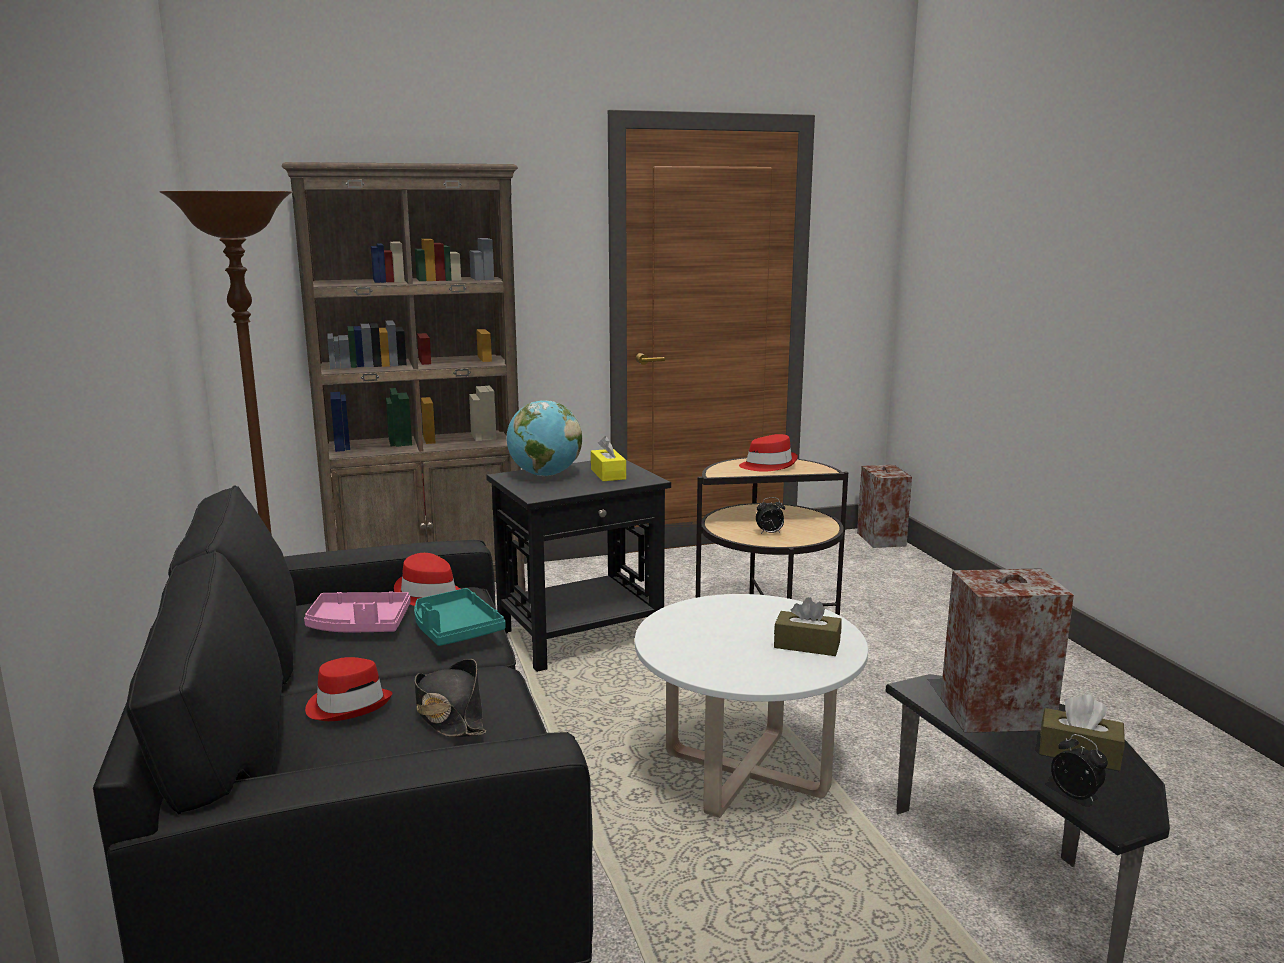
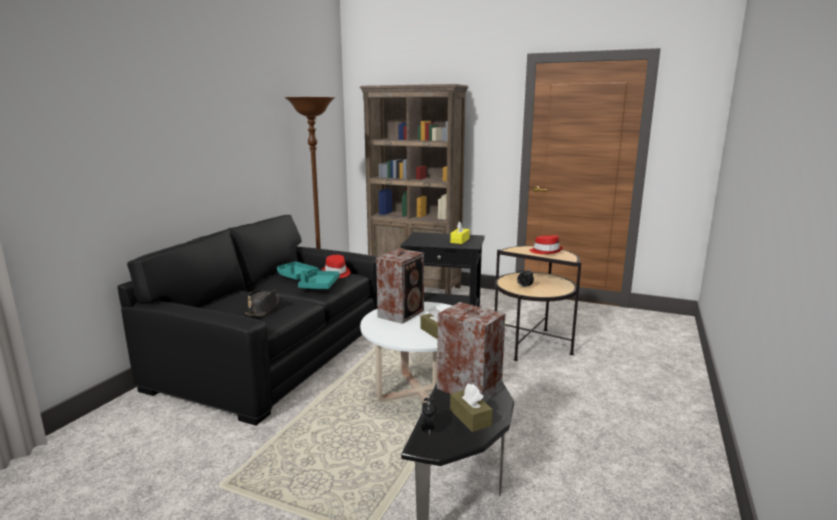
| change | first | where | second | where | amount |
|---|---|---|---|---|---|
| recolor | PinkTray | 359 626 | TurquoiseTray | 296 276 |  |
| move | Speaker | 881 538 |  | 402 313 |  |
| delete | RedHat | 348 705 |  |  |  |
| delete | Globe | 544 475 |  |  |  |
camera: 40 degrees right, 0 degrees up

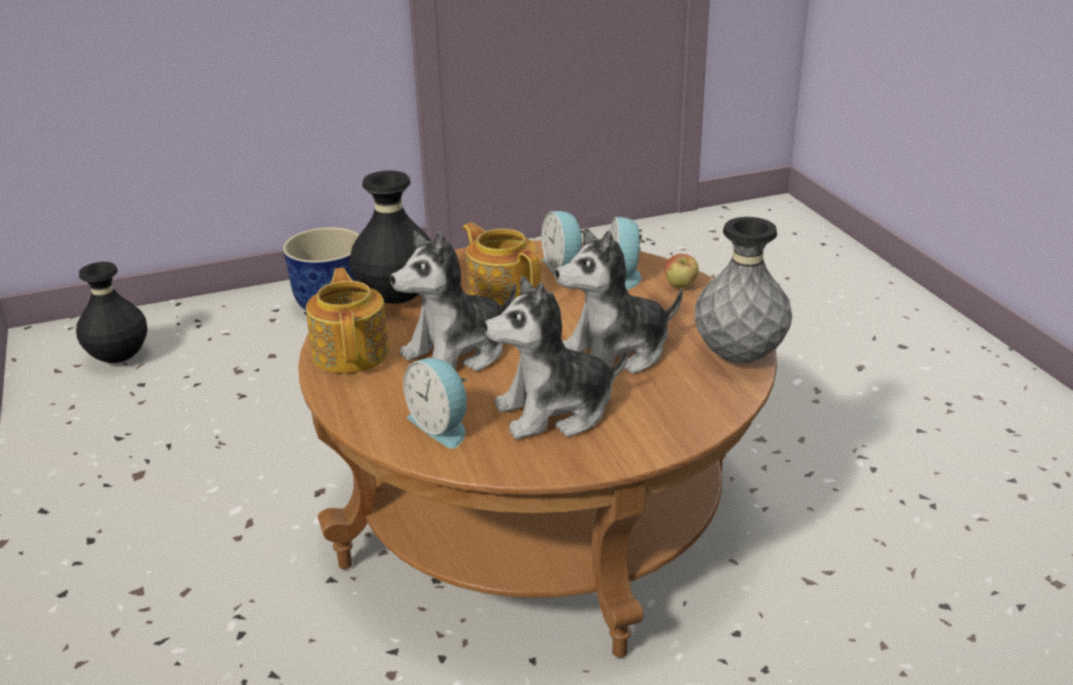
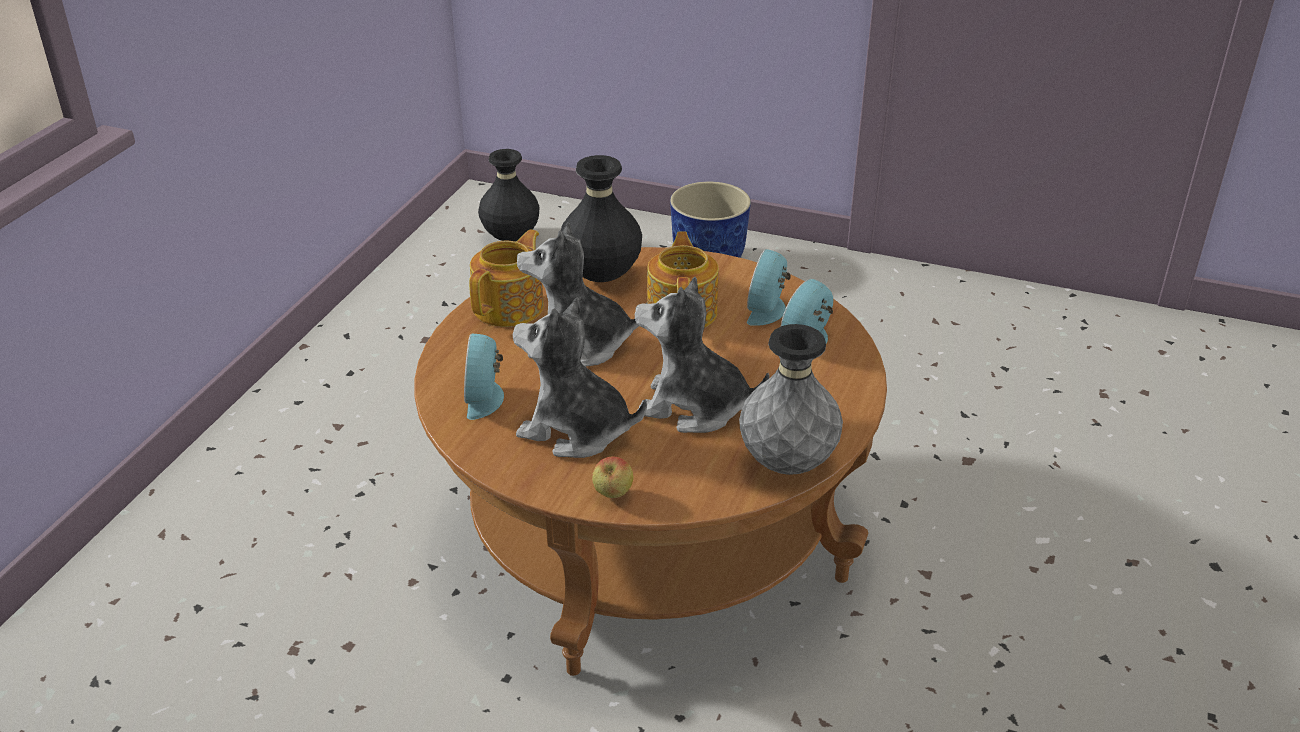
| change | first | where | second | where | amount |
|---|---|---|---|---|---|
| move | Apple | 680 287 |  | 613 495 |  |
camera: 40 degrees right, 5 degrees up

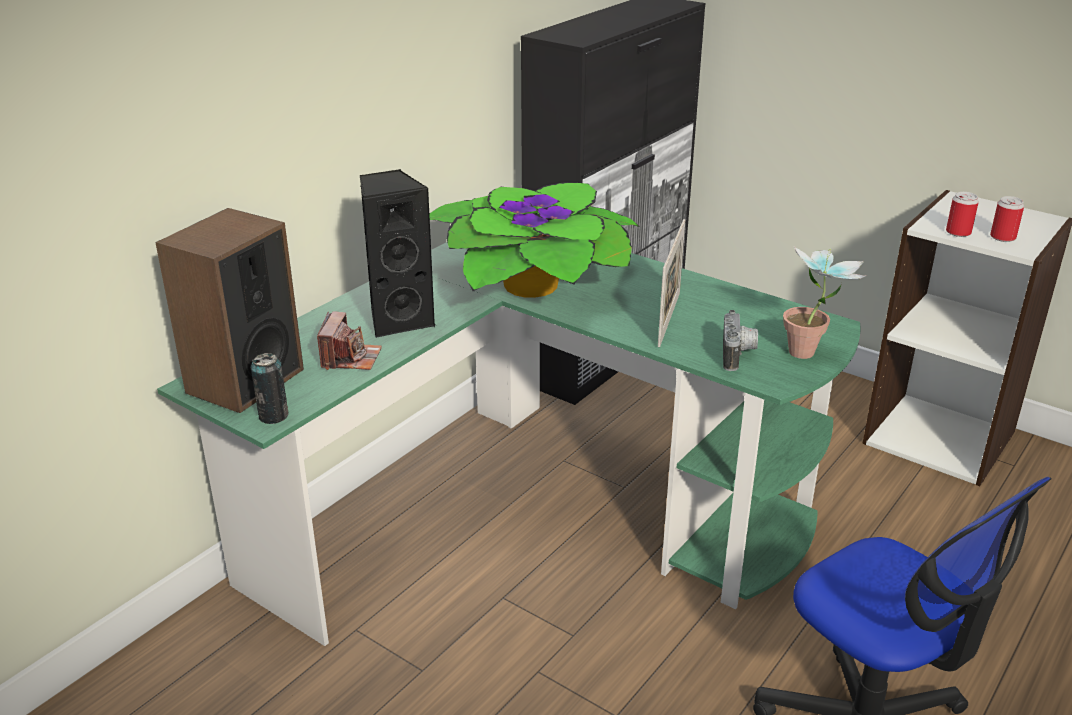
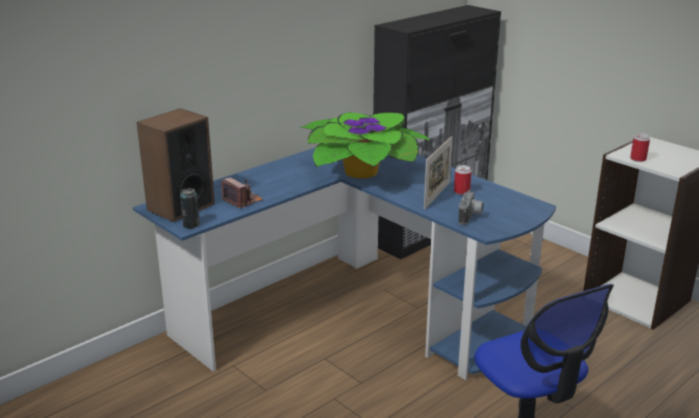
| change | first | where | second | where | amount |
|---|---|---|---|---|---|
| recolor | GreenDesk | 531 510 | BlueDesk | 355 314 |  |
| rotate | PhotoCamera | 350 358 |  | 242 201 | 60 degrees counterclockwise |
| move | Can | 1002 237 |  | 461 192 |  |
| delete | BlackSpeaker | 399 320 |  |  |  |
| delete | PottedPlant | 811 354 |  |  |  |
camera: 10 degrees right, 5 degrees down

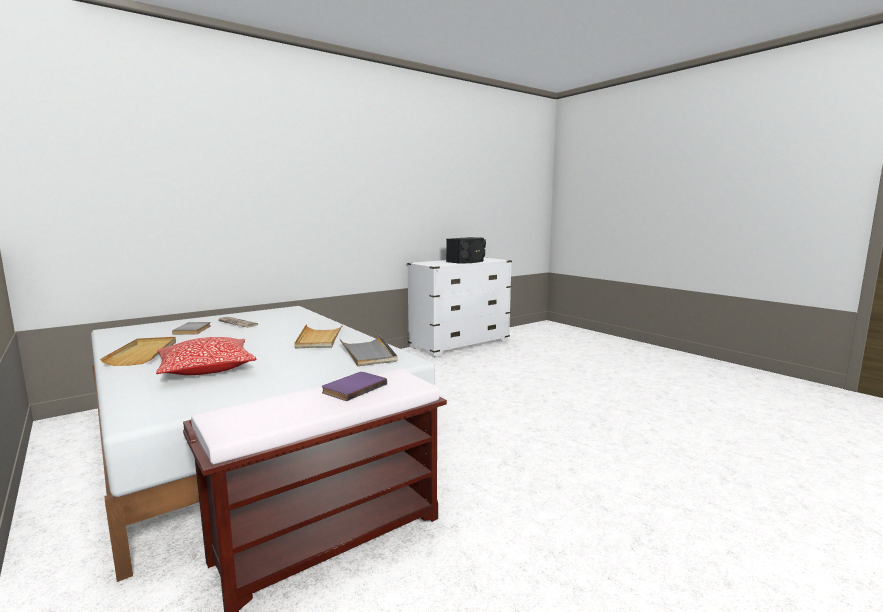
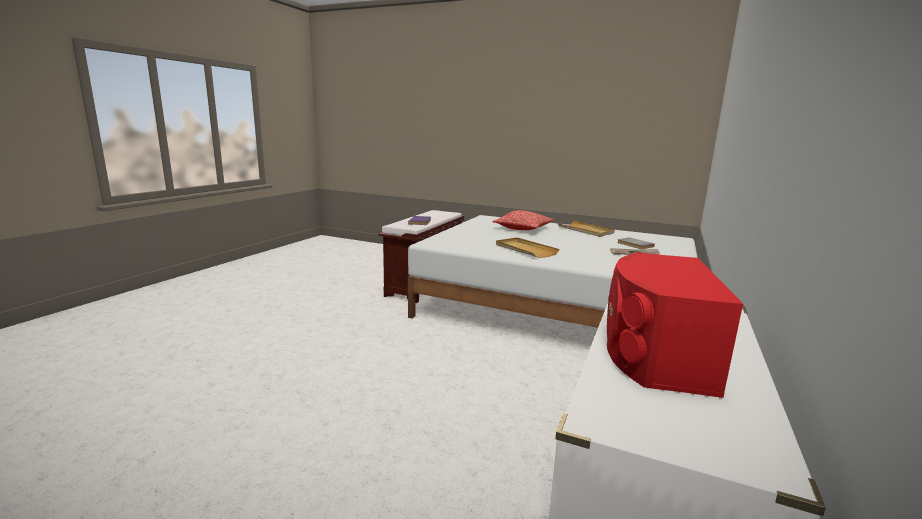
| change | first | where | second | where | amount |
|---|---|---|---|---|---|
| recolor | BlackSpeaker | 467 261 | RedSpeaker | 654 354 |  |
| delete | GreyTray | 368 353 |  |  |  |
camera: 150 degrees right, 5 degrees up

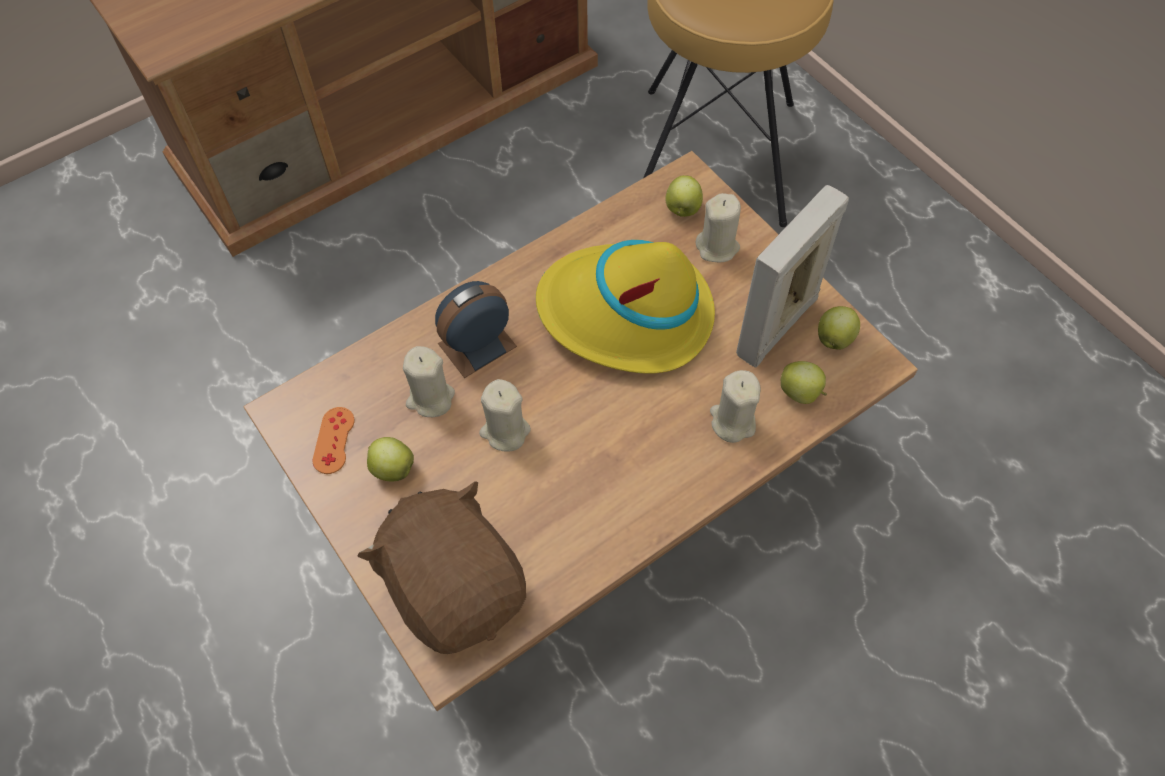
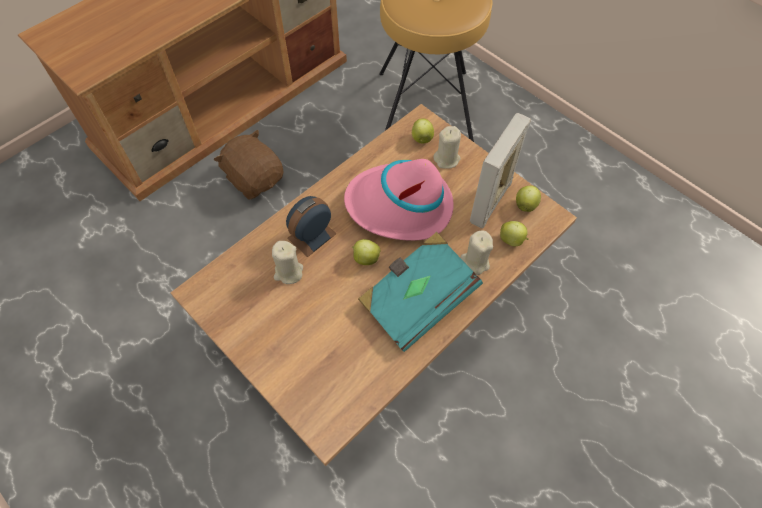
| change | first | where | second | where | amount |
|---|---|---|---|---|---|
| move | BrownPlushToy | 455 586 |  | 255 178 |  |
| recolor | YellowHat | 626 314 | PinkHat | 399 206 |  |
| move | Apple | 392 468 |  | 365 258 |  |
| insert |  |  | TurquoiseBook | 417 300 |  |
| delete | OrangeGameController | 334 440 |  |  |  |
| delete | BeigeCandle | 505 431 |  |  |  |
camera: 10 degrees left, 0 degrees up

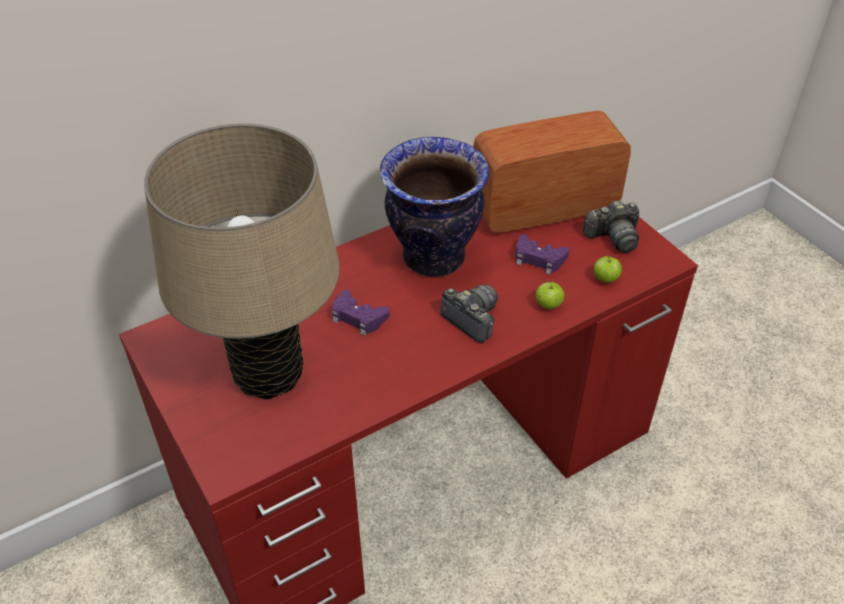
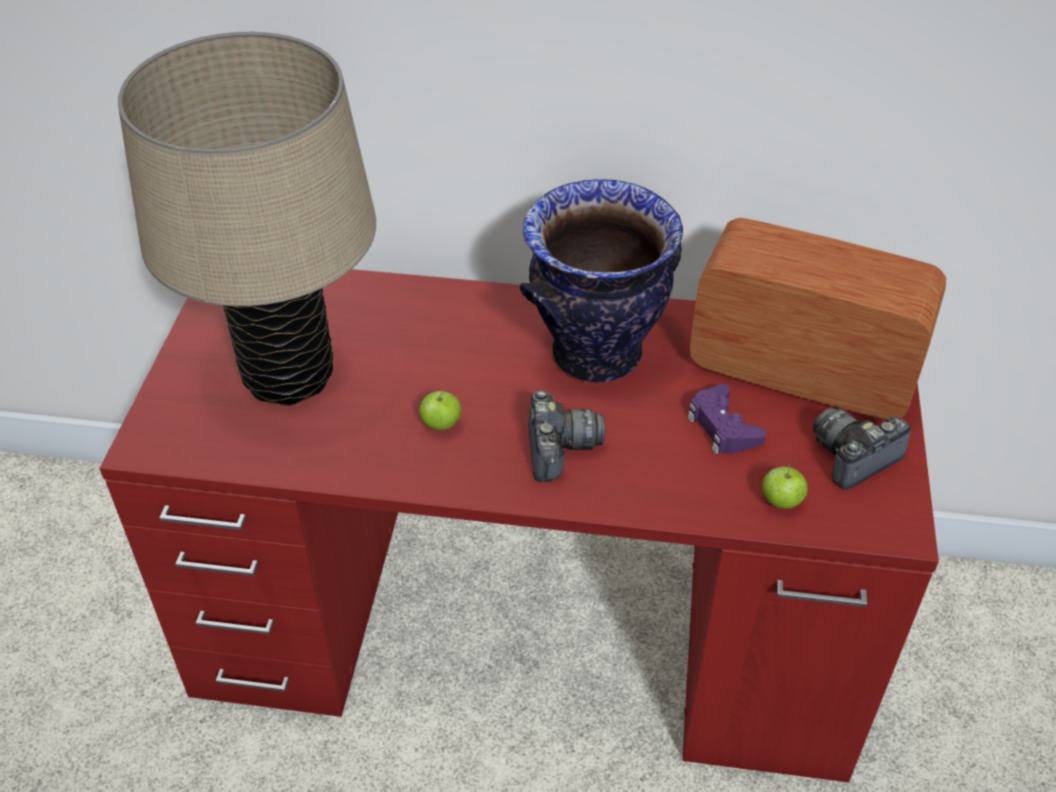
| change | first | where | second | where | amount |
|---|---|---|---|---|---|
| move | Apple | 548 305 |  | 441 424 |  |
| rotate | PhotoCamera | 613 238 |  | 854 458 | 120 degrees clockwise |
| delete | PurpleGameController | 358 317 |  |  |  |
camera: 40 degrees right, 0 degrees up

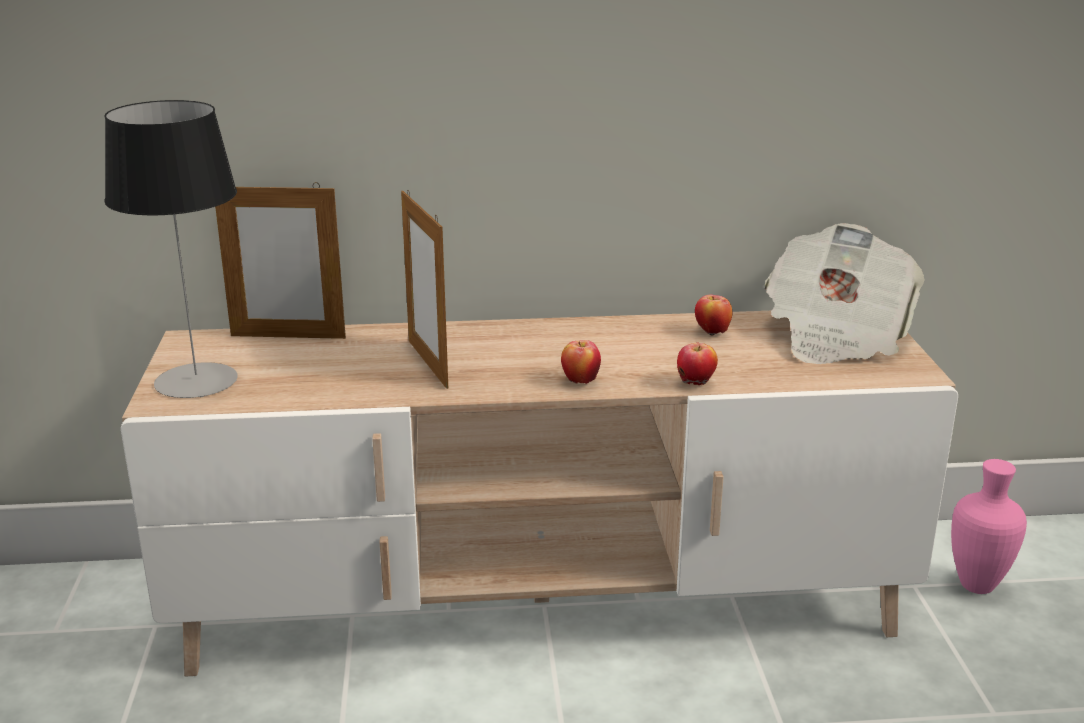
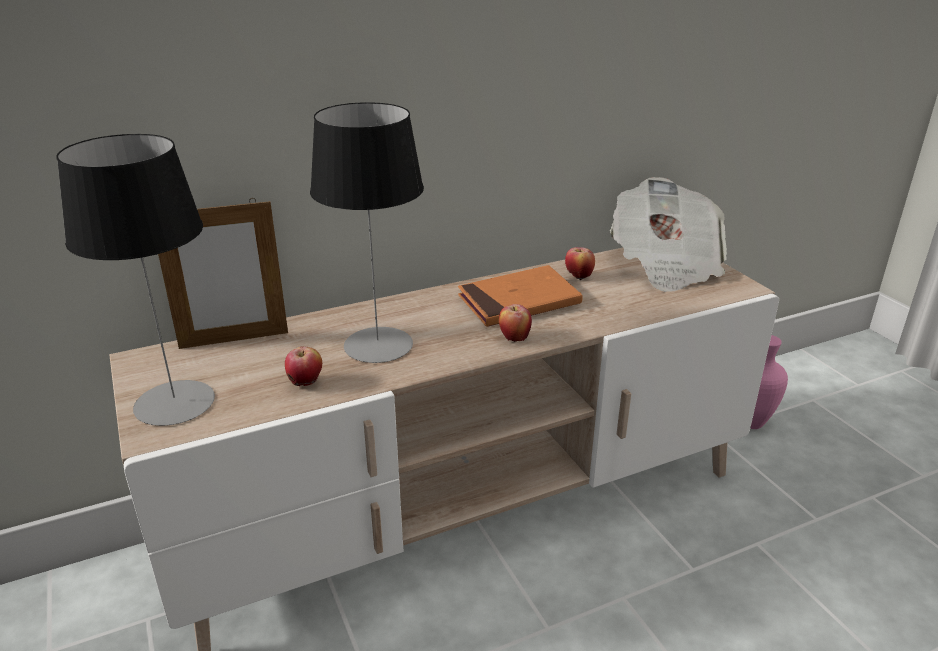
| change | first | where | second | where | amount |
|---|---|---|---|---|---|
| move | Apple | 695 384 |  | 306 384 |  |
| replace | PictureFrame | 428 363 | TableLamp | 378 345 |  |
| insert |  |  | OrangeBook | 519 301 |  |
camera: 20 degrees left, 5 degrees up

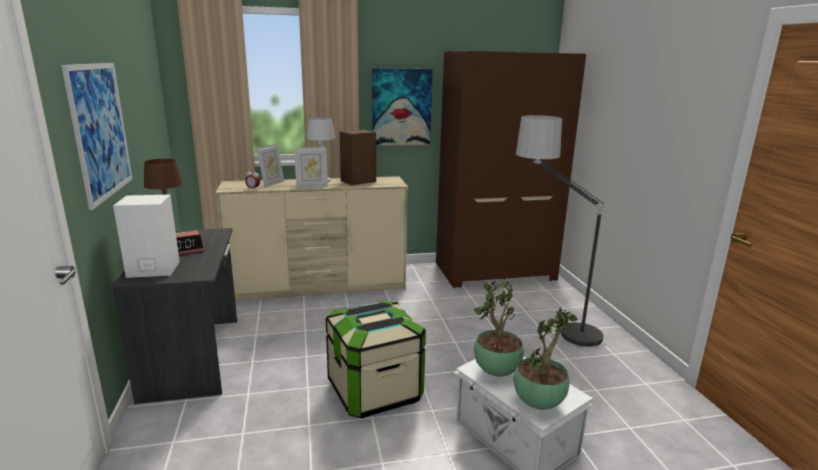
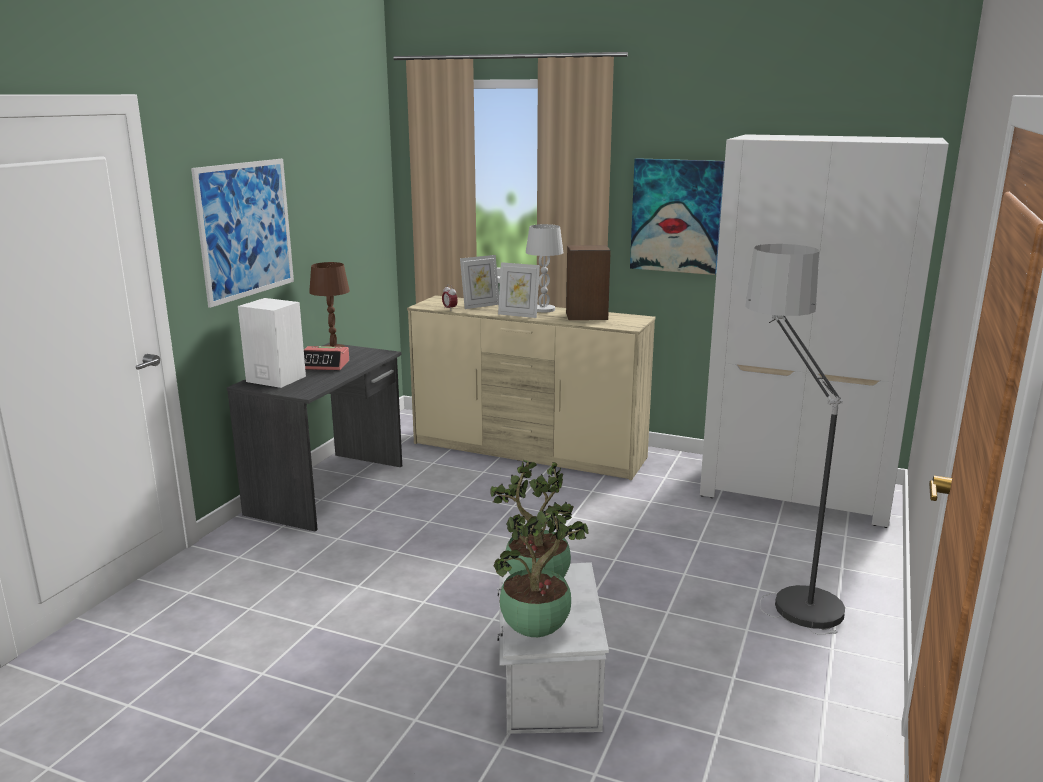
| change | first | where | second | where | amount |
|---|---|---|---|---|---|
| recolor | BrownWardrobe | 495 271 | WhiteWardrobe | 797 489 |  |
| delete | StorageBox | 375 391 |  |  |  |
camera: 35 degrees right, 0 degrees up

